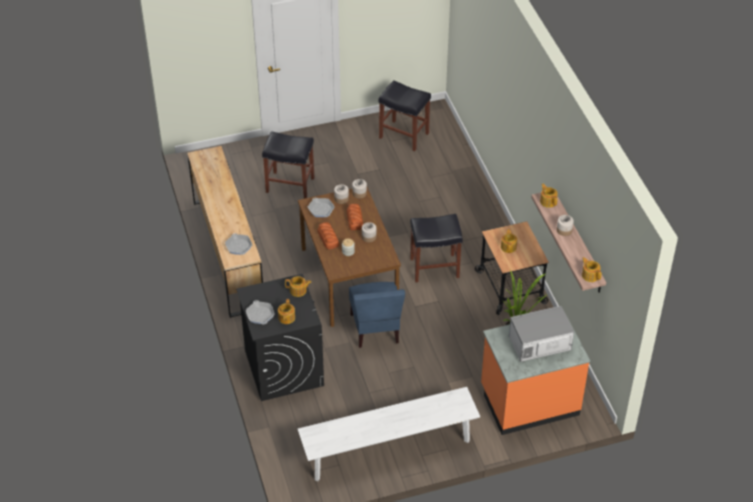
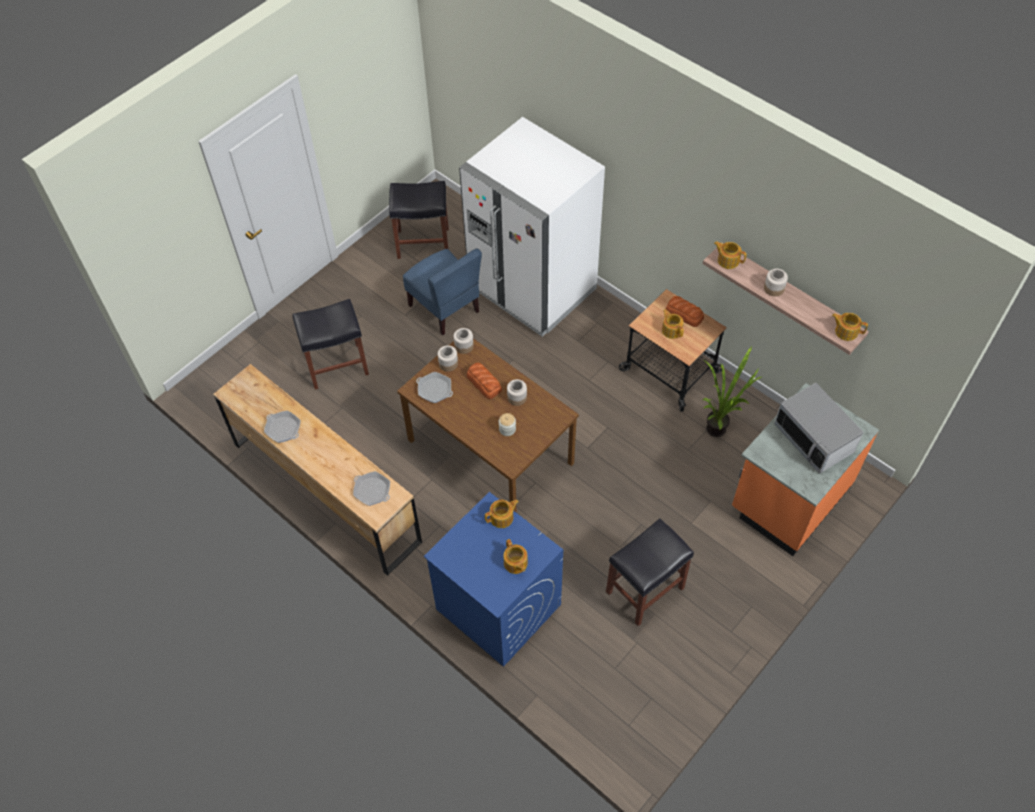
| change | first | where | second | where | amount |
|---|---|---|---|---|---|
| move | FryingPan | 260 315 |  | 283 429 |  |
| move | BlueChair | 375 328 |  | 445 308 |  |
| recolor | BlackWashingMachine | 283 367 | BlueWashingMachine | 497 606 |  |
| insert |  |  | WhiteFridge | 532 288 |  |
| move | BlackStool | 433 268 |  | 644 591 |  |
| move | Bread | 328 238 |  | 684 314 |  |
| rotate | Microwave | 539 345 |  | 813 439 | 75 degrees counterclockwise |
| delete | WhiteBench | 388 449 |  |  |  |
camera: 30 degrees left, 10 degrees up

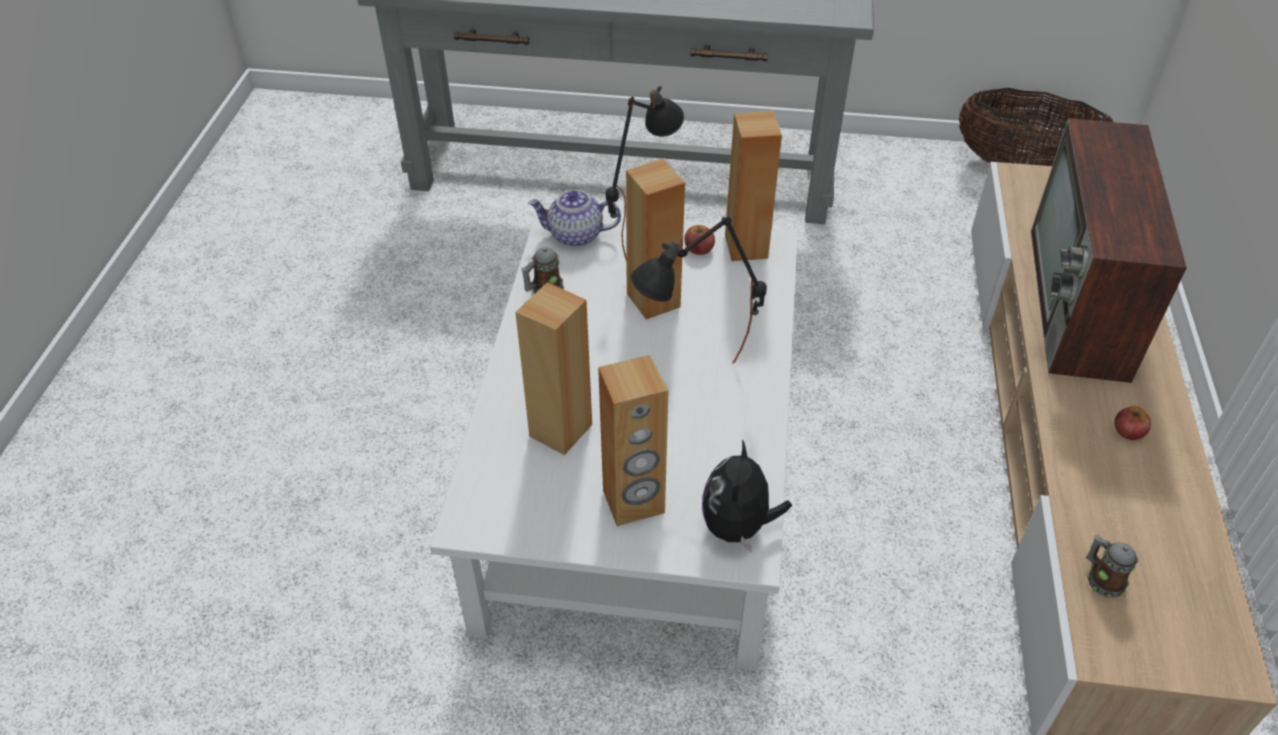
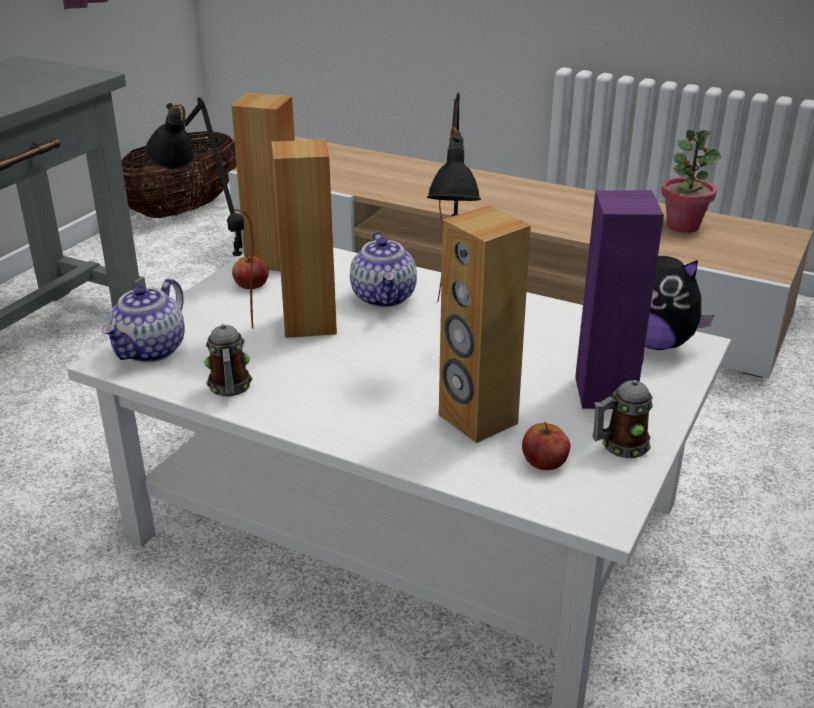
| change | first | where | second | where | amount |
|---|---|---|---|---|---|
| insert |  |  | Teapot | 384 297 |  |
| move | Apple | 1128 431 |  | 544 460 |  |
| recolor | BrownSpeaker | 634 502 | PurpleSpeaker | 605 392 |  |
| move | Mug | 1102 579 |  | 619 446 |  |
| insert |  |  | PottedPlant | 683 226 |  |
| delete | Television | 1079 305 |  |  |  |
camera: 70 degrees left, 15 degrees down

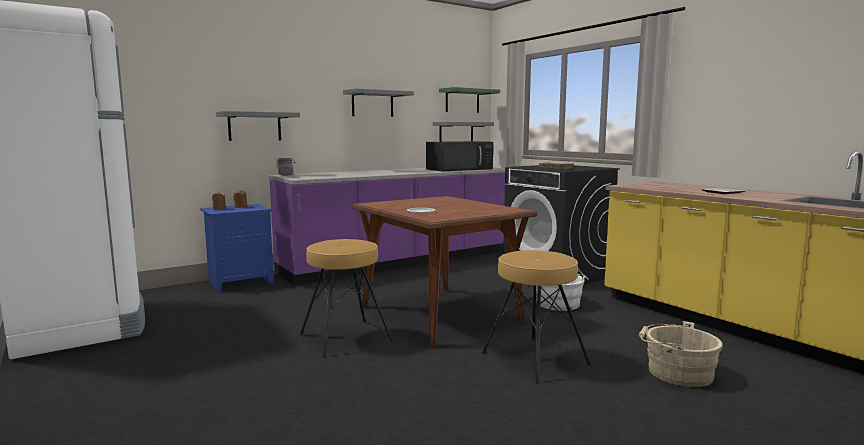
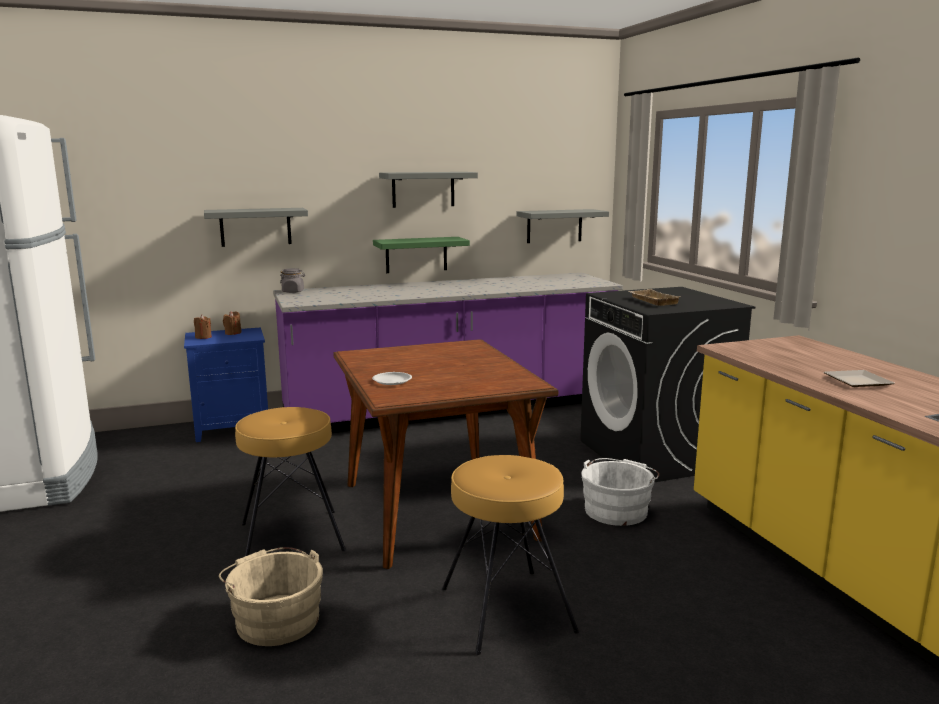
| change | first | where | second | where | amount |
|---|---|---|---|---|---|
| move | BeigeBucket | 675 372 |  | 275 618 |  |
| move | GreenShelf | 462 101 |  | 416 254 |  |
| delete | BlackMicrowave | 460 169 |  |  |  |
camera: 15 degrees right, 5 degrees up

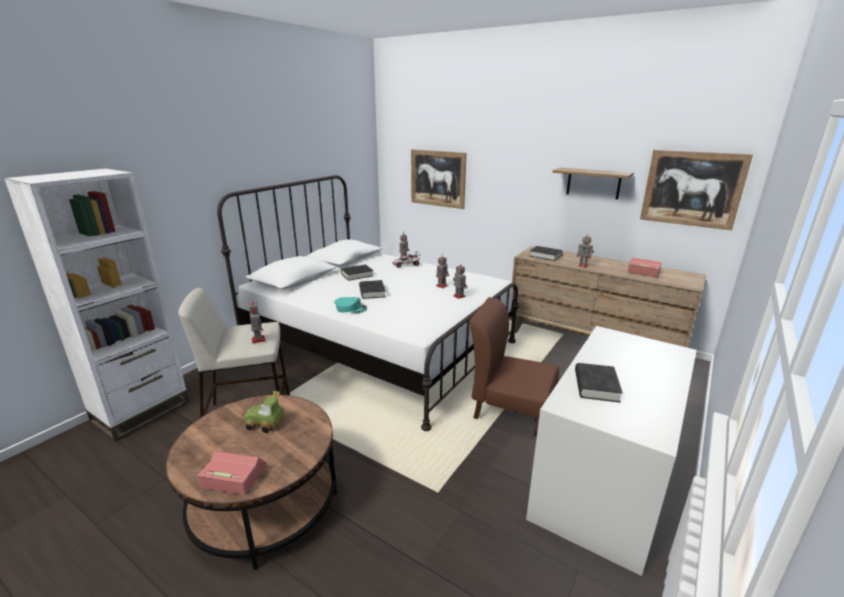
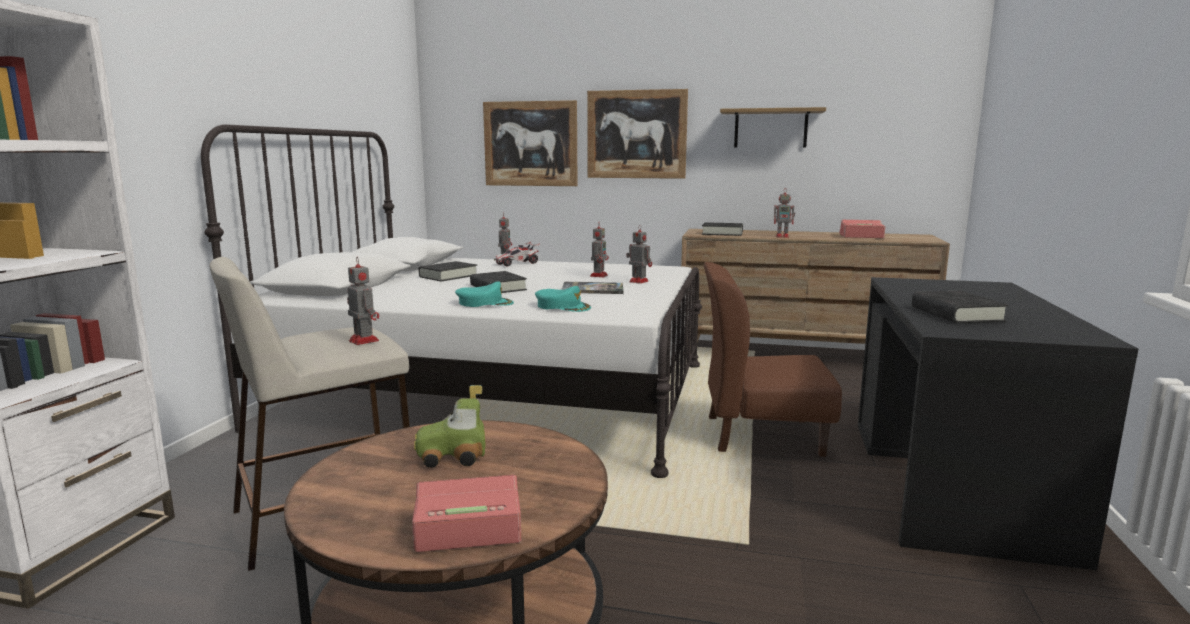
| change | first | where | second | where | amount |
|---|---|---|---|---|---|
| insert |  |  | TurquoiseCap | 563 307 |  |
| insert |  |  | Book | 592 289 |  |
| move | Picture | 692 189 |  | 636 134 |  |
| recolor | WhiteDesk | 605 479 | BlackDesk | 952 483 |  |
camera: 20 degrees left, 10 degrees down

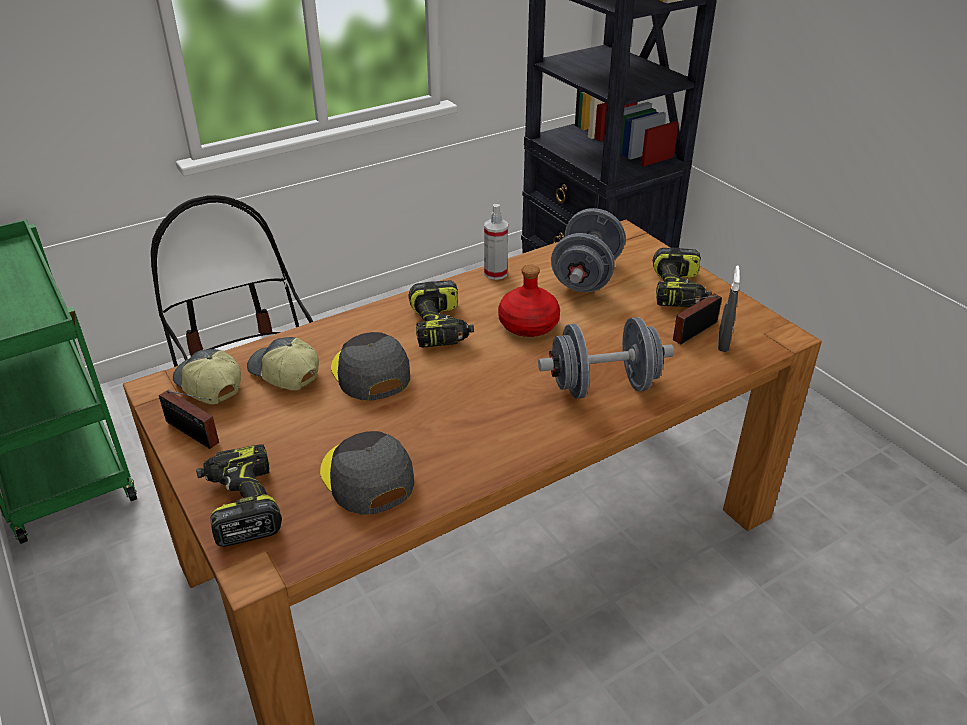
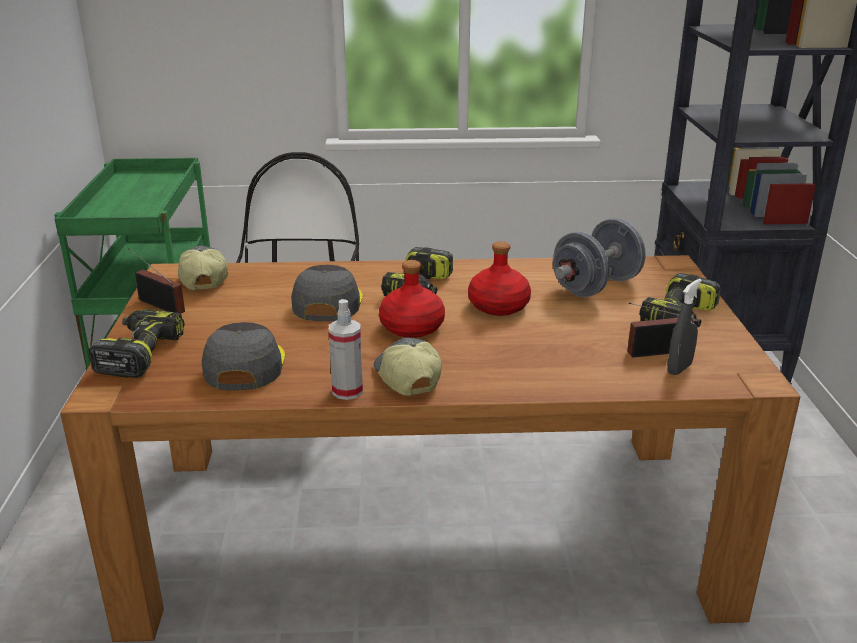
| change | first | where | second | where | amount |
|---|---|---|---|---|---|
| rotate | Radio | 194 434 |  | 160 304 | 150 degrees clockwise |
| move | SprayBottle | 495 273 |  | 347 391 |  |
| move | Cap | 283 373 |  | 406 378 |  |
| insert |  |  | RedBottle | 412 327 |  |
| delete | GreyDumbbell | 603 386 |  |  |  |
camera: 30 degrees right, 10 degrees down

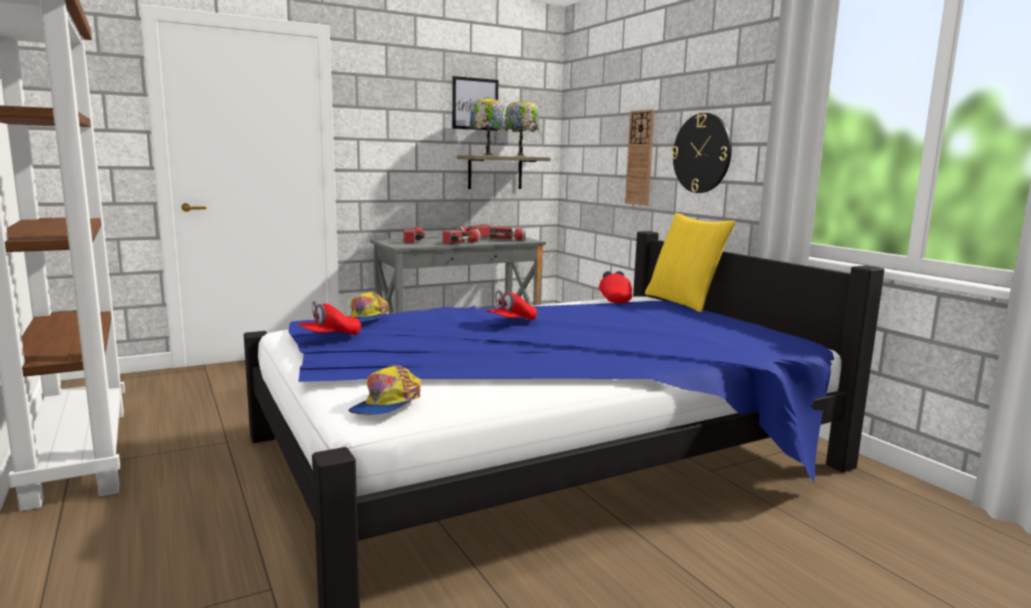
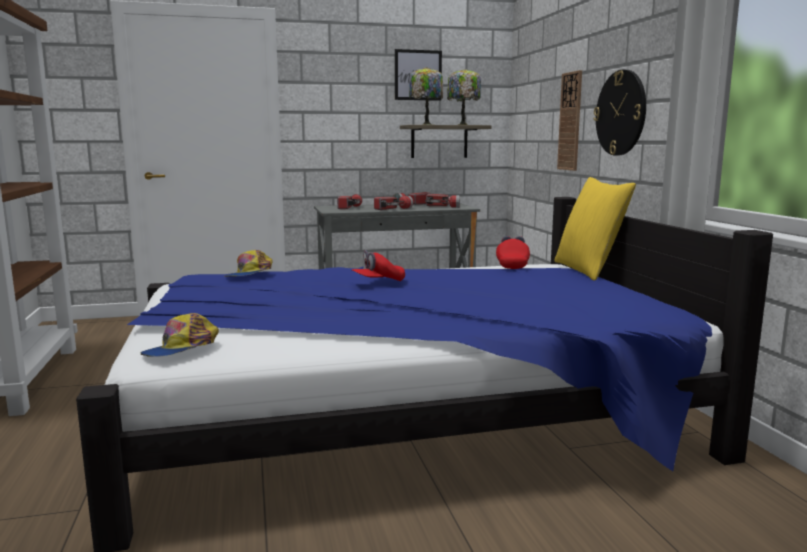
| change | first | where | second | where | amount |
|---|---|---|---|---|---|
| delete | RedCap | 330 336 |  |  |  |
camera: 15 degrees right, 0 degrees up

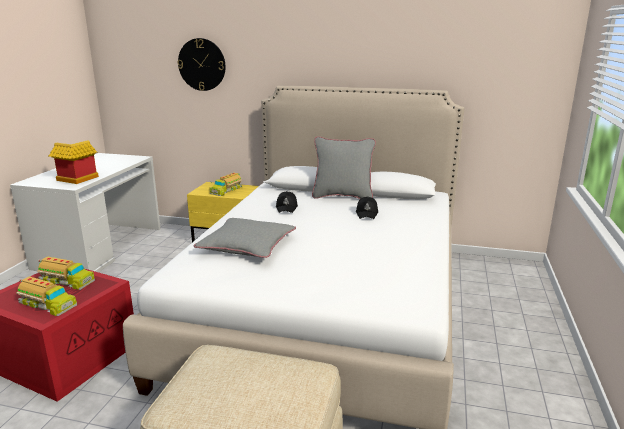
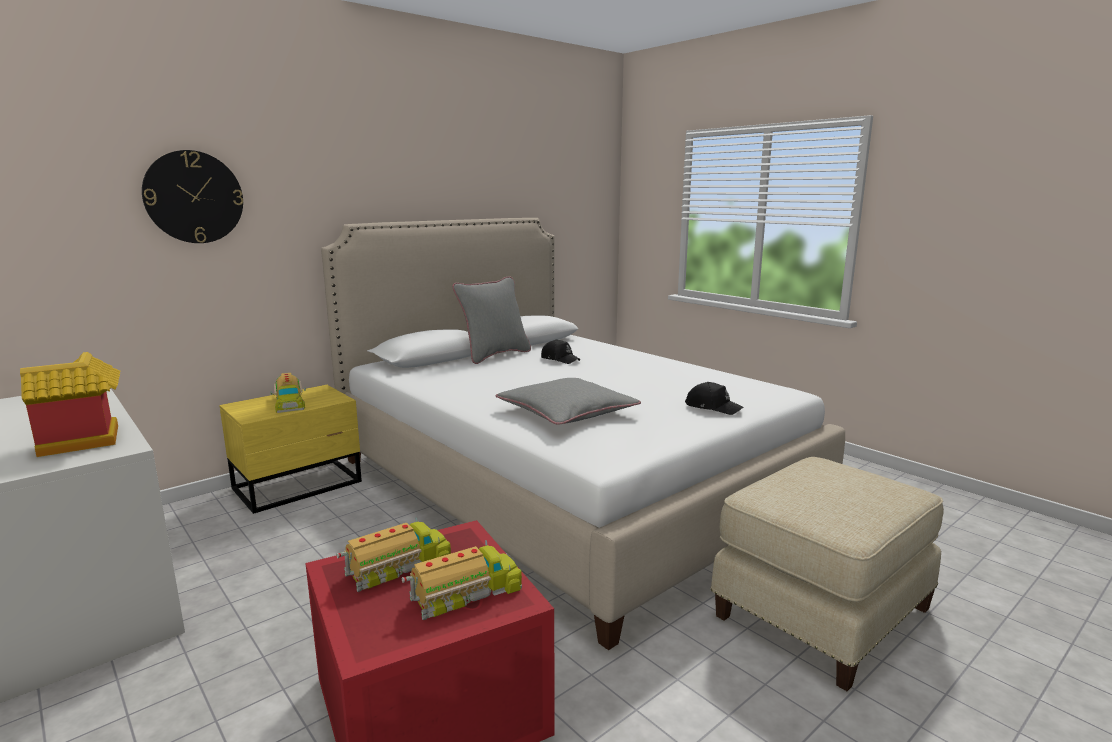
| change | first | where | second | where | amount |
|---|---|---|---|---|---|
| move | BlackCap | 287 207 |  | 713 407 |  |
camera: 55 degrees left, 5 degrees down

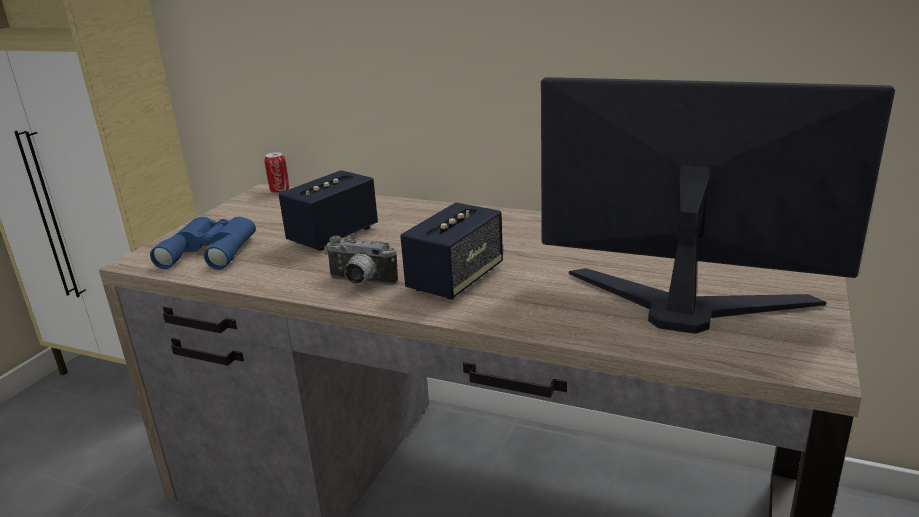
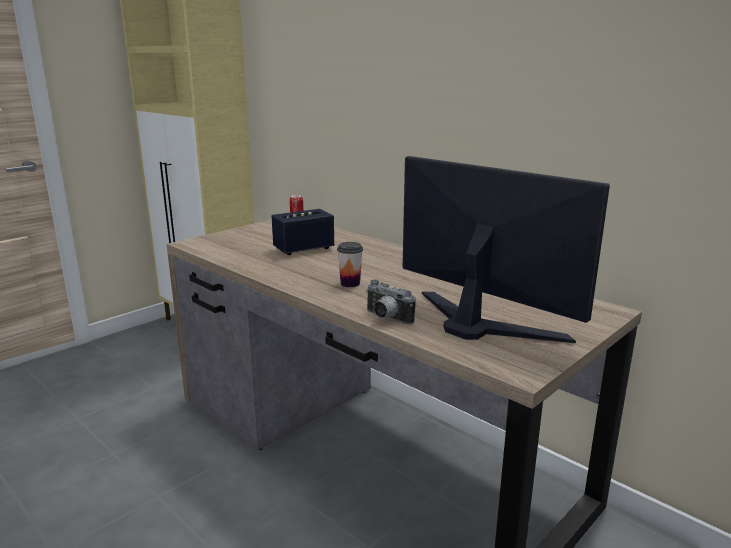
| change | first | where | second | where | amount |
|---|---|---|---|---|---|
| replace | Speaker | 455 279 | Cup | 350 283 |  |
| move | PhotoCamera | 360 283 |  | 386 318 |  |
| delete | BlueBinoculars | 212 249 |  |  |  |
camera: 20 degrees right, 5 degrees down

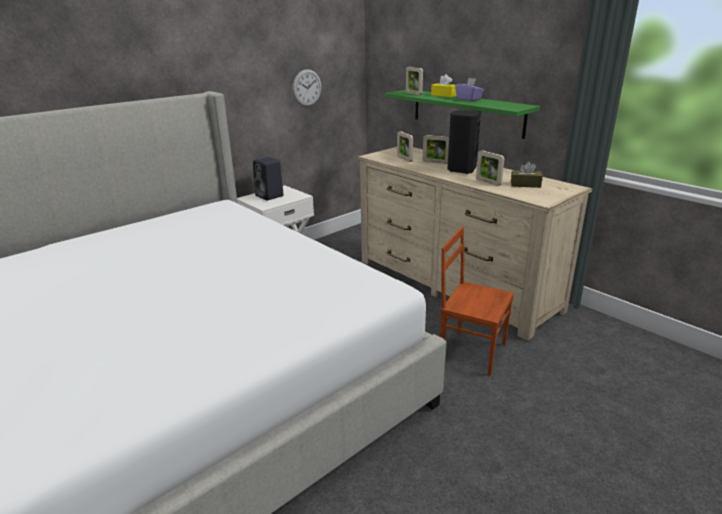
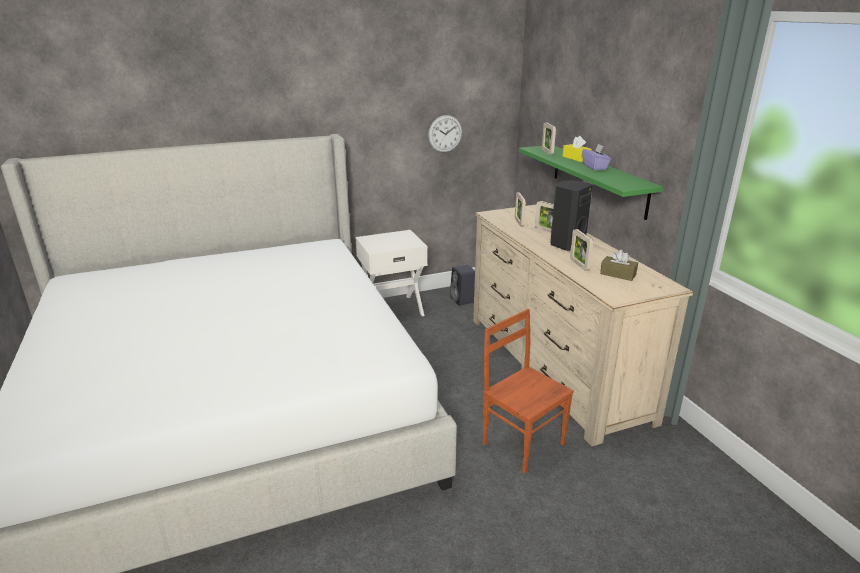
| change | first | where | second | where | amount |
|---|---|---|---|---|---|
| move | BlackSpeaker | 270 196 |  | 463 300 |  |
camera: 20 degrees right, 0 degrees up

